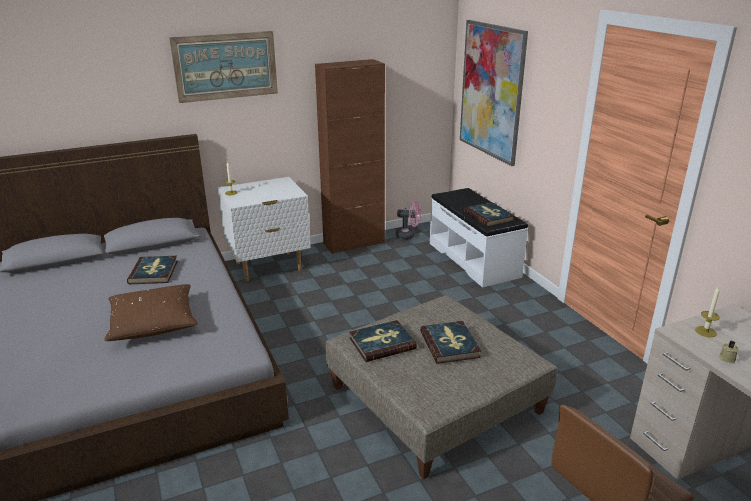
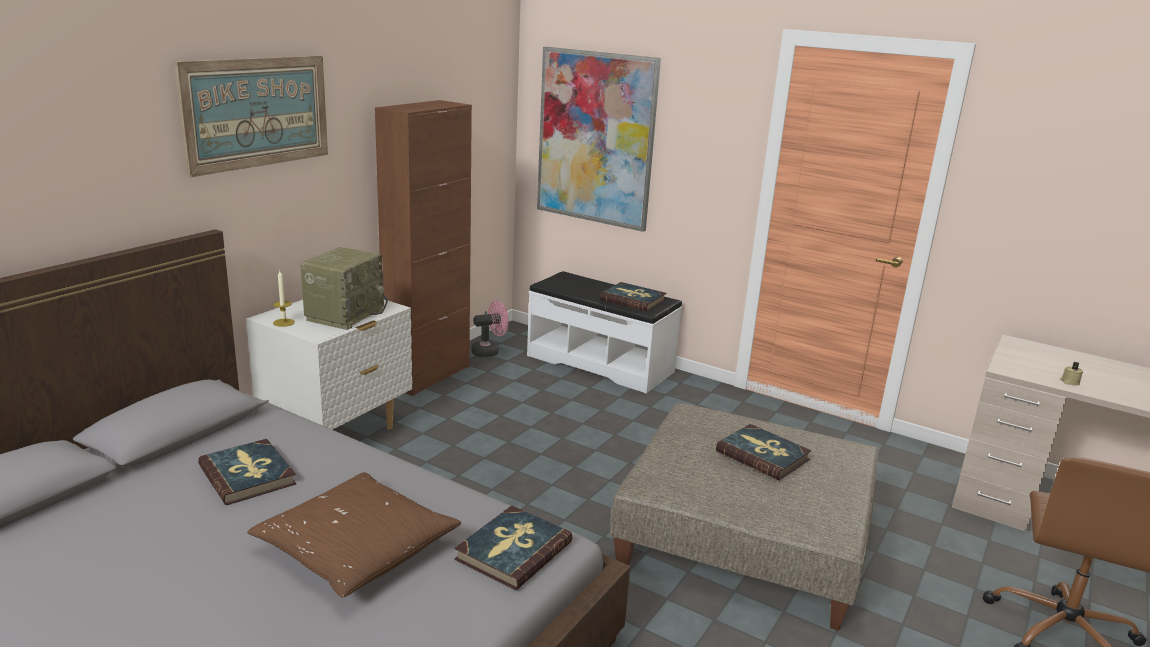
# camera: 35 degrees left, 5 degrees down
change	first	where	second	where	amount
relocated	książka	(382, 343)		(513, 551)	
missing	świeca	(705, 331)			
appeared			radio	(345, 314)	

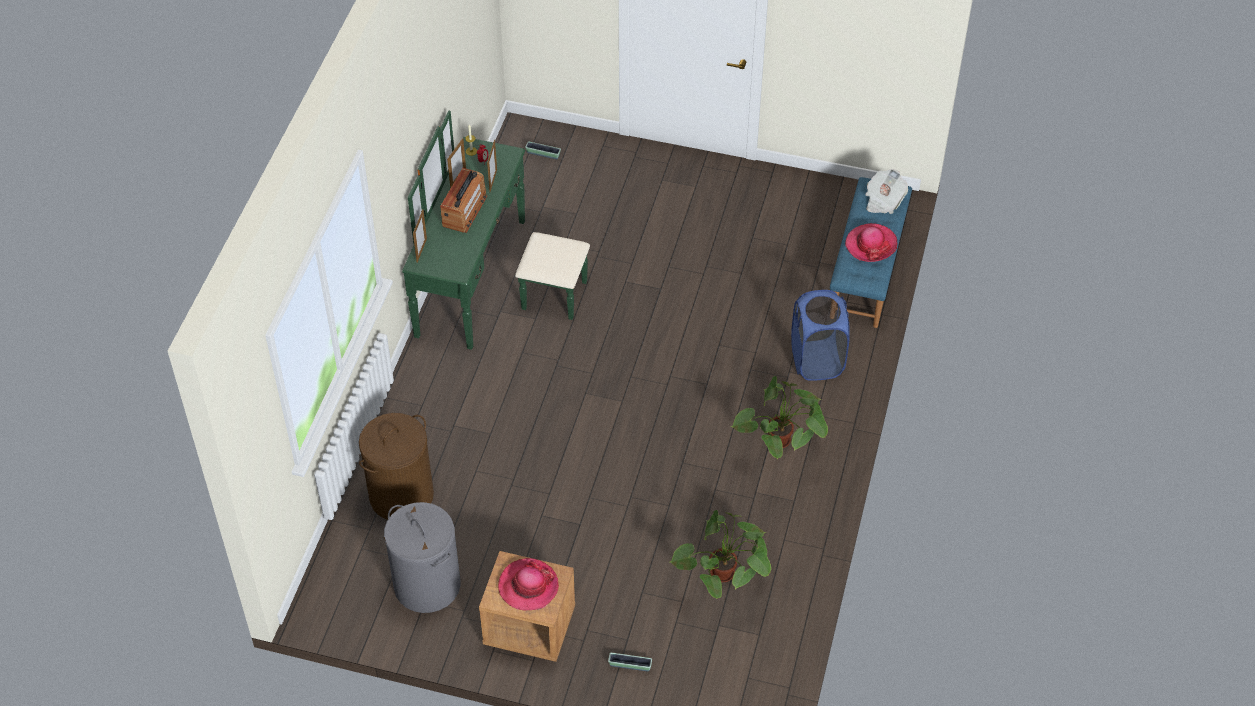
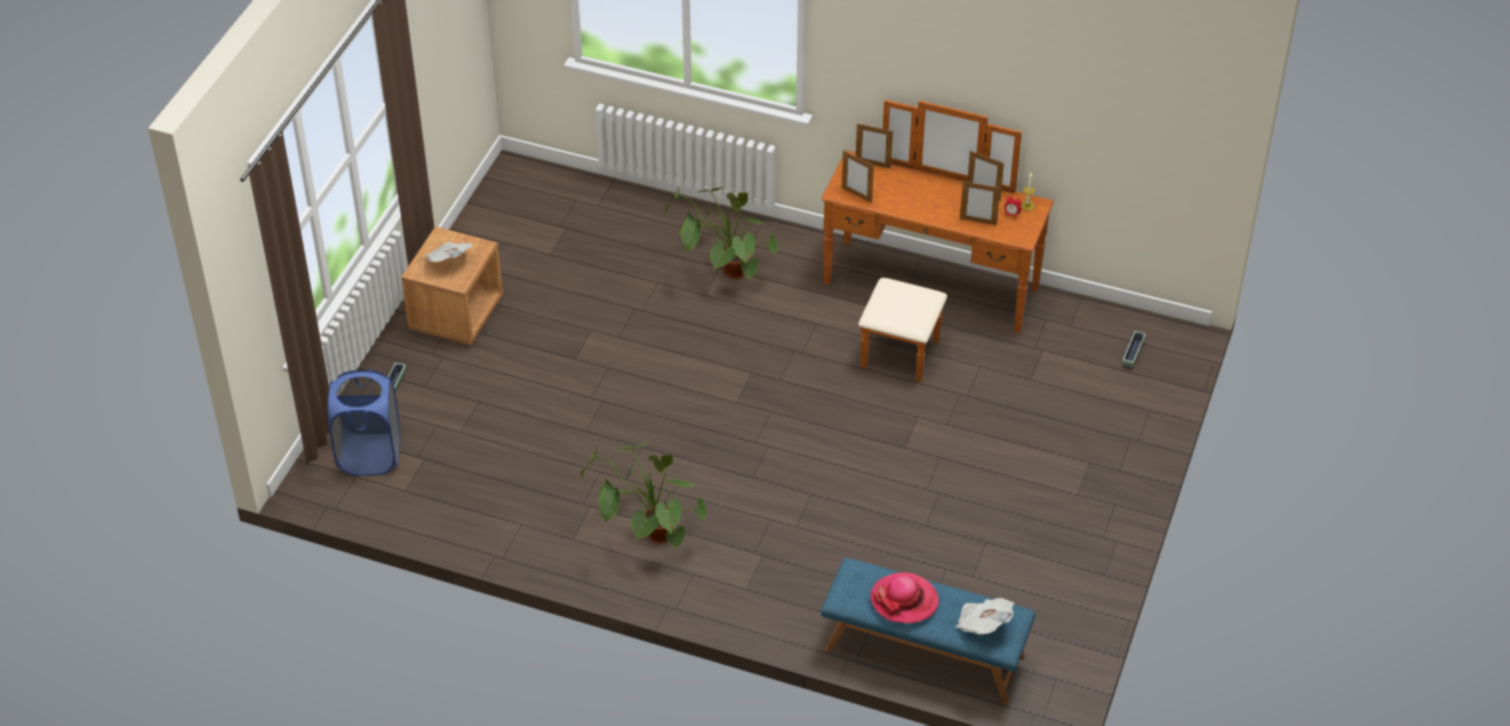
# camera: 95 degrees right, 5 degrees down
change	first	where	second	where	amount
missing	kosz na pranie/brązowy	(401, 495)			
missing	kosz na pranie/szary	(426, 585)			
colour	komoda/zielony	(490, 281)	komoda/brązowy	(925, 301)	
missing	radio	(464, 211)			
exchanged	kapelusz	(528, 586)	gazeta	(450, 260)	
relocated	roślina doniczkowa	(725, 583)		(722, 272)	
relocated	kosz na pranie/niebieski	(817, 361)		(369, 455)	
appeared			ramka na zdjęcie	(856, 195)	

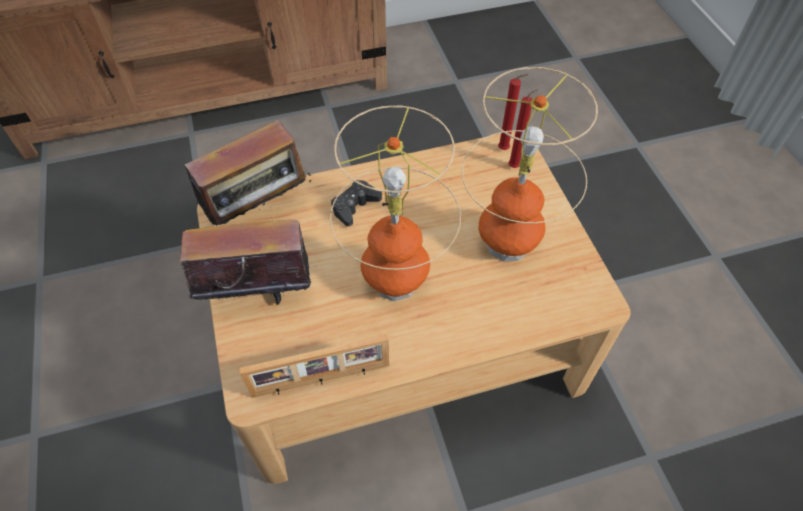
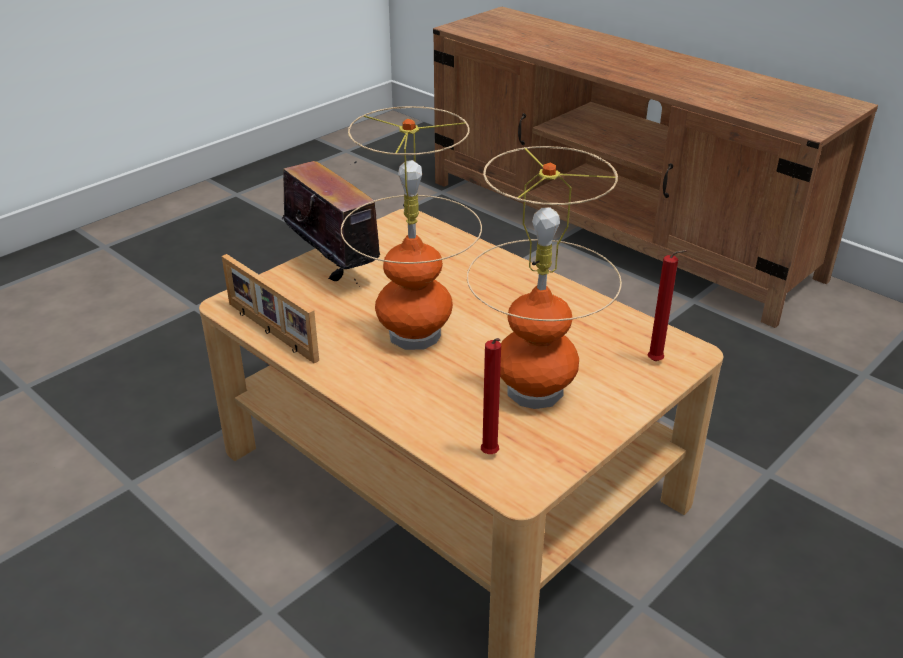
# camera: 60 degrees right, 20 degrees down
change	first	where	second	where	amount
missing	radio	(260, 211)			
missing	pad do gier/czarny	(355, 206)			
relocated	świeca/czerwony	(505, 149)		(490, 456)	

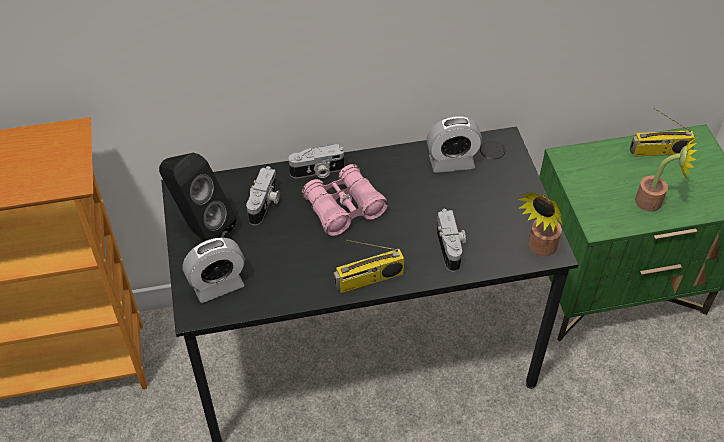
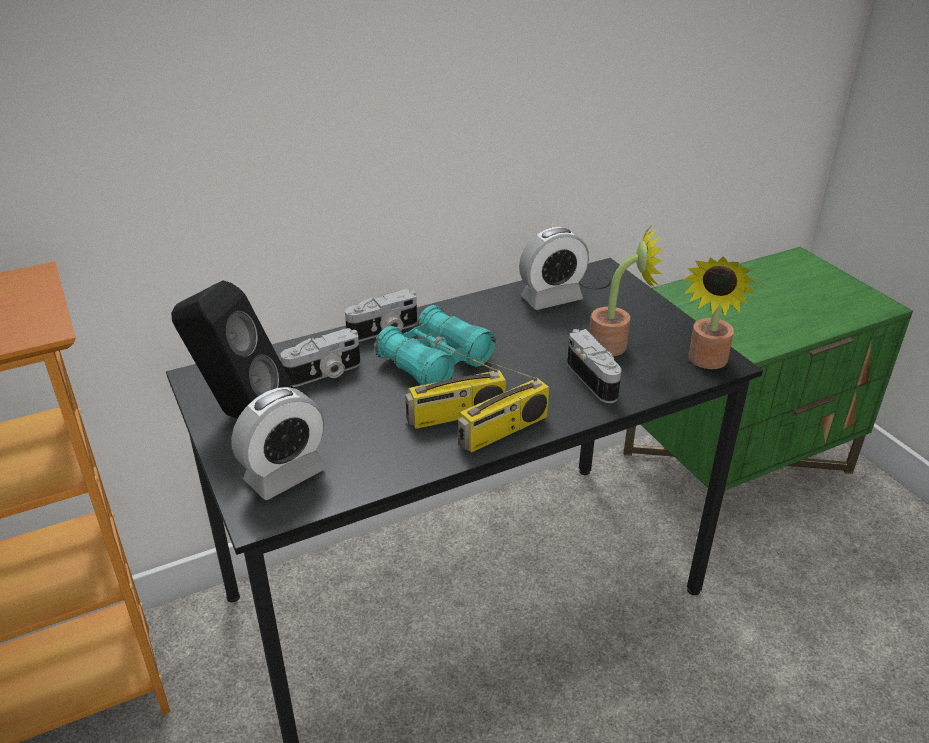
# camera: 15 degrees left, 15 degrees down
change	first	where	second	where	amount
spun	aparat fotograficzny	(265, 204)		(324, 374)	60 degrees clockwise
colour	lornetka/różowy	(344, 208)	lornetka/turkusowy	(435, 362)	
relocated	radio	(658, 152)		(456, 415)	
relocated	roślina doniczkowa	(654, 202)		(616, 345)	

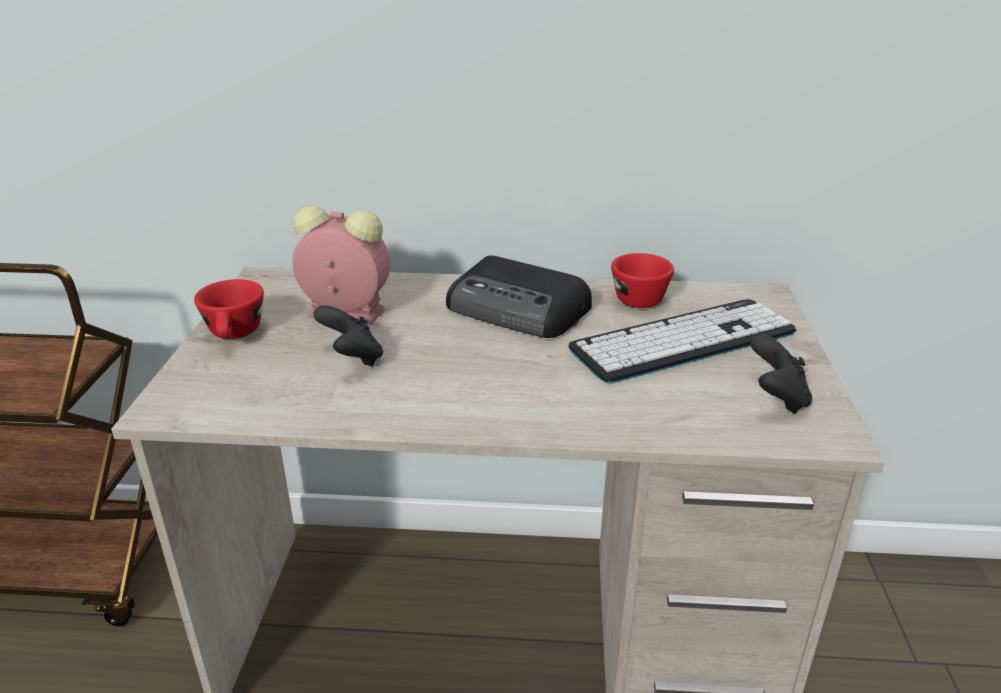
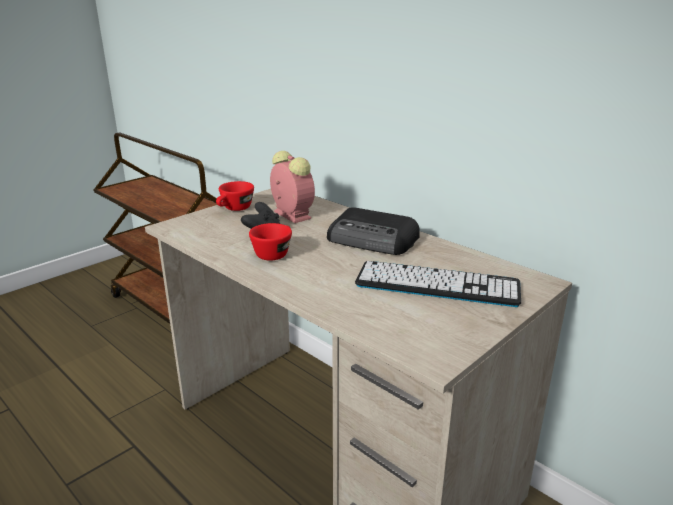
# camera: 40 degrees right, 5 degrees down
change	first	where	second	where	amount
spun	radio	(519, 310)		(373, 240)	45 degrees counterclockwise
relocated	filiżanka/czerwony	(634, 297)		(274, 253)	
missing	pad do gier/czarny	(776, 397)			

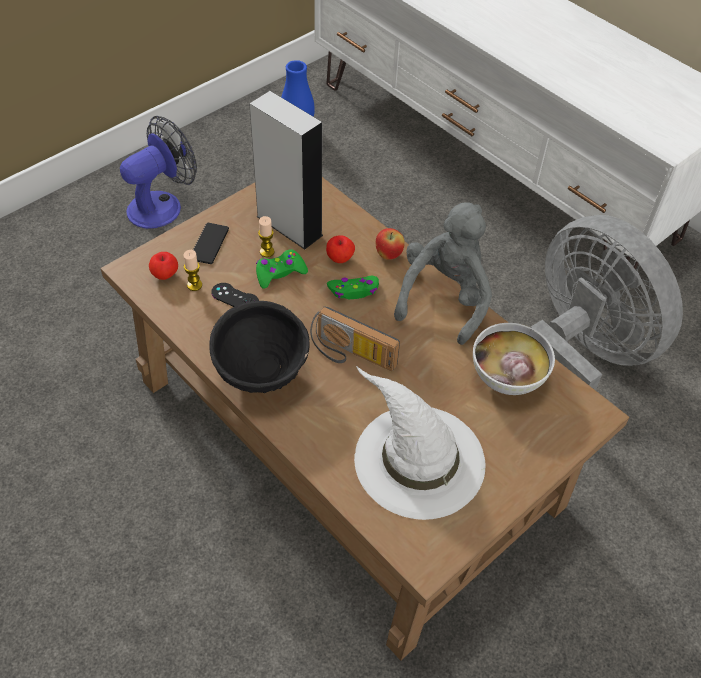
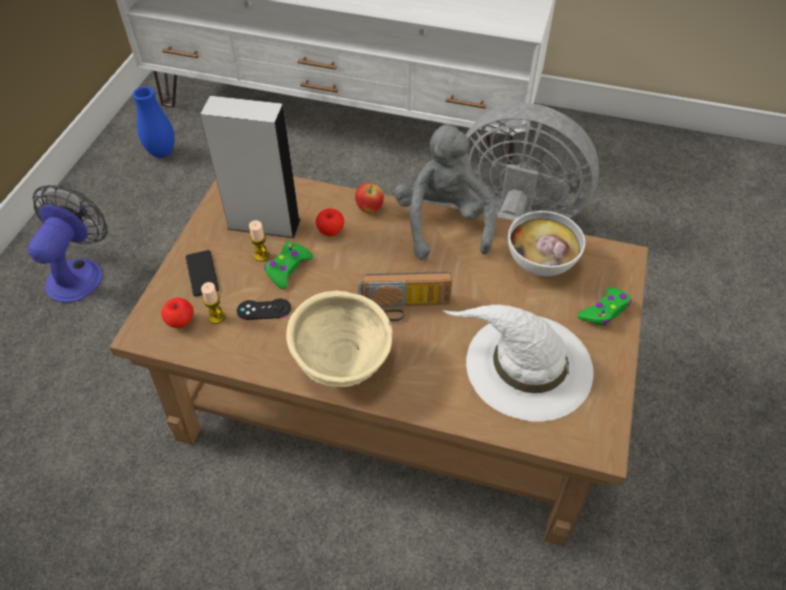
# camera: 30 degrees left, 0 degrees up
change	first	where	second	where	amount
colour	miska/czarny	(261, 375)	miska/beżowy	(342, 366)	
relocated	pad do gier/zielony	(354, 291)		(604, 311)	

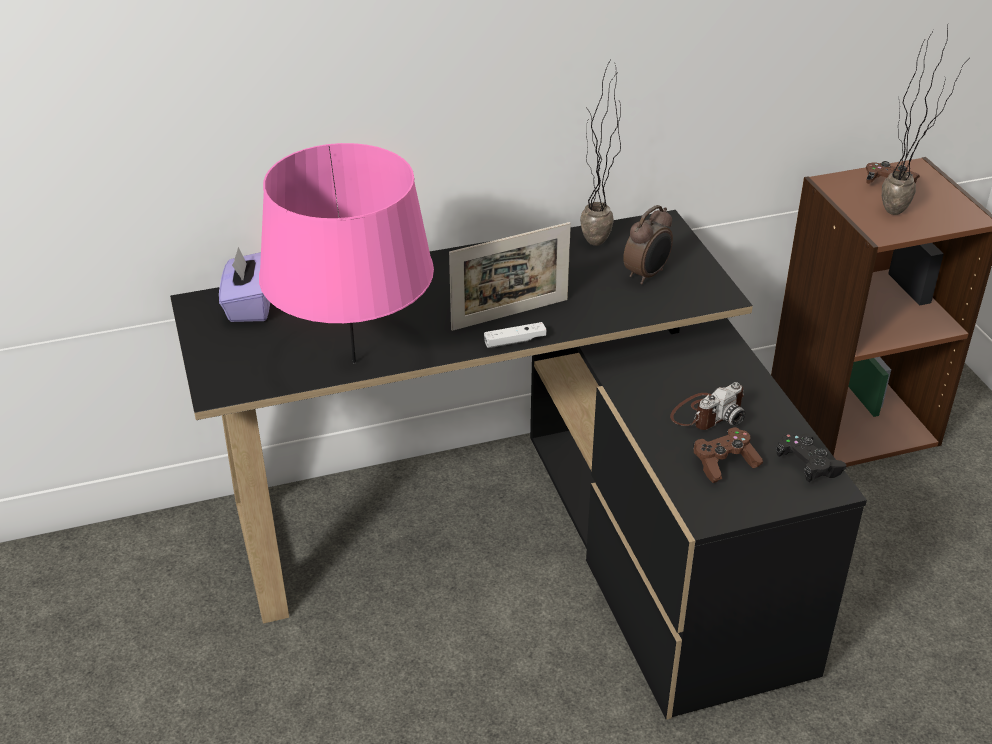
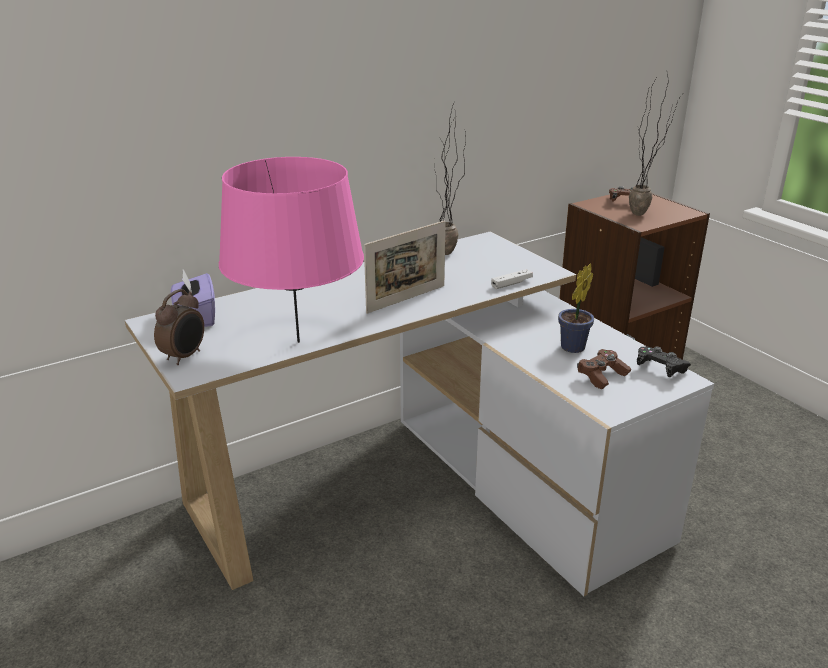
# camera: 15 degrees left, 10 degrees down
change	first	where	second	where	amount
colour	biurko/czarny	(528, 540)	biurko/biały	(425, 489)	
relocated	pad do gier/biały	(515, 341)		(511, 283)	
relocated	budzik	(647, 275)		(185, 356)	
exchanged	aparat fotograficzny	(707, 414)	roślina doniczkowa	(571, 348)	

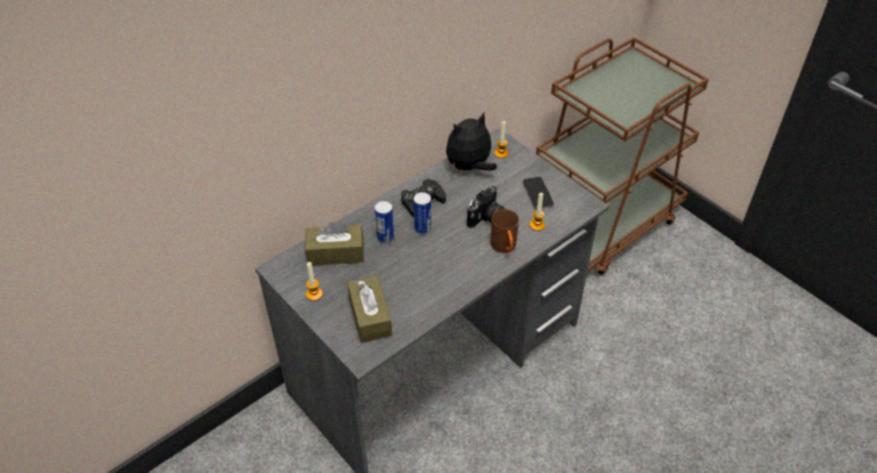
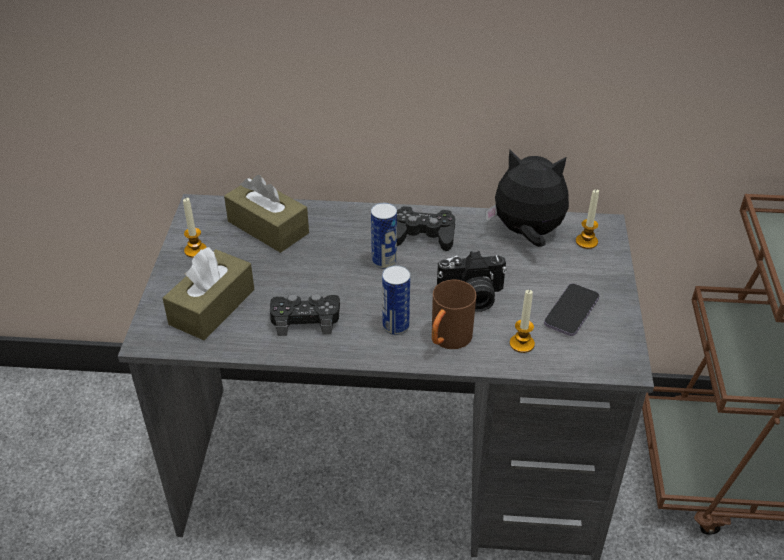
# camera: 45 degrees right, 5 degrees down
change	first	where	second	where	amount
relocated	puszka	(385, 238)		(396, 326)	
appeared			pad do gier/czarny	(305, 319)	

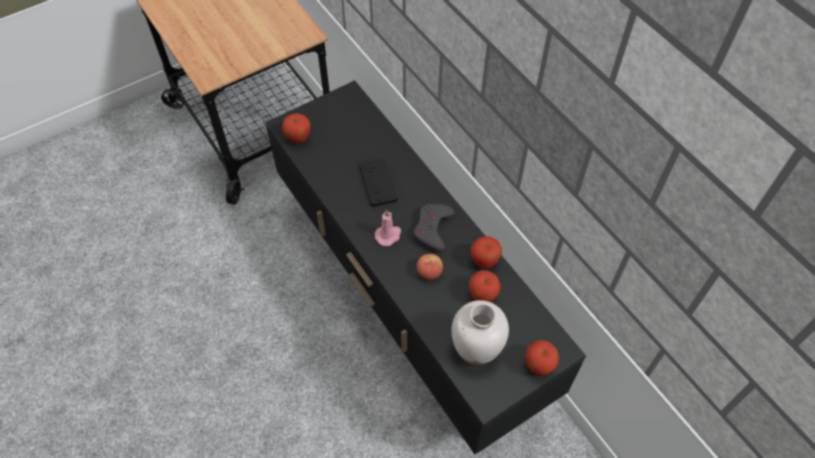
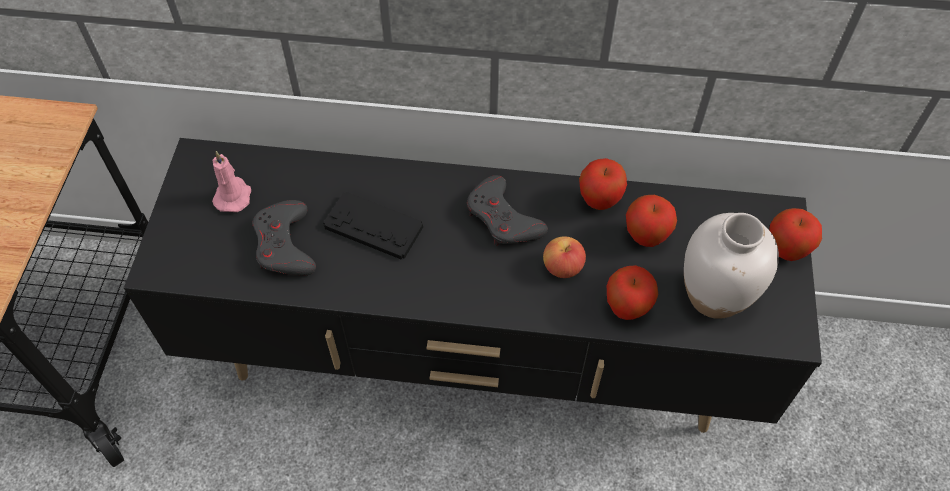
# camera: 50 degrees left, 0 degrees up
change	first	where	second	where	amount
relocated	jabłko	(298, 138)		(626, 308)	
relocated	świeca/różowy	(388, 235)		(233, 195)	
appeared			pad do gier/szary	(285, 245)	

